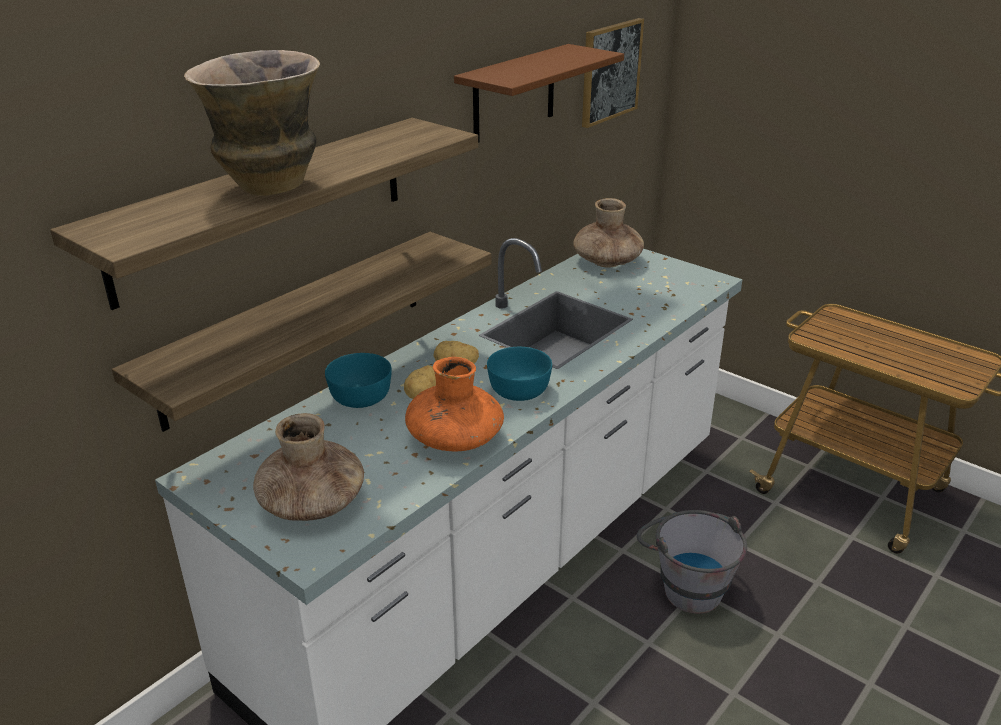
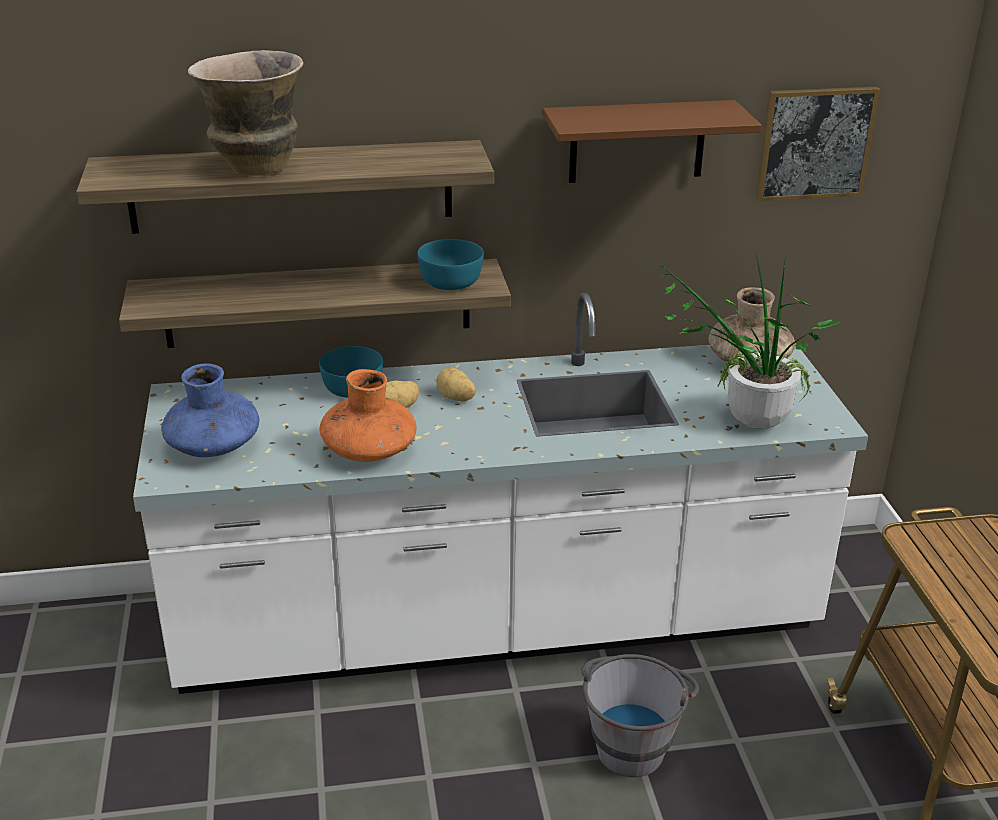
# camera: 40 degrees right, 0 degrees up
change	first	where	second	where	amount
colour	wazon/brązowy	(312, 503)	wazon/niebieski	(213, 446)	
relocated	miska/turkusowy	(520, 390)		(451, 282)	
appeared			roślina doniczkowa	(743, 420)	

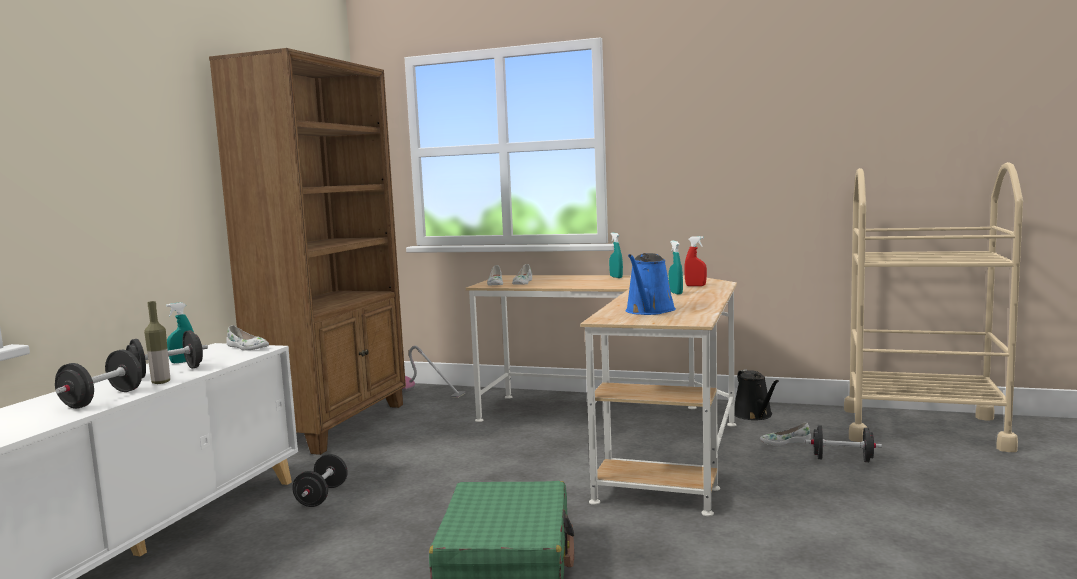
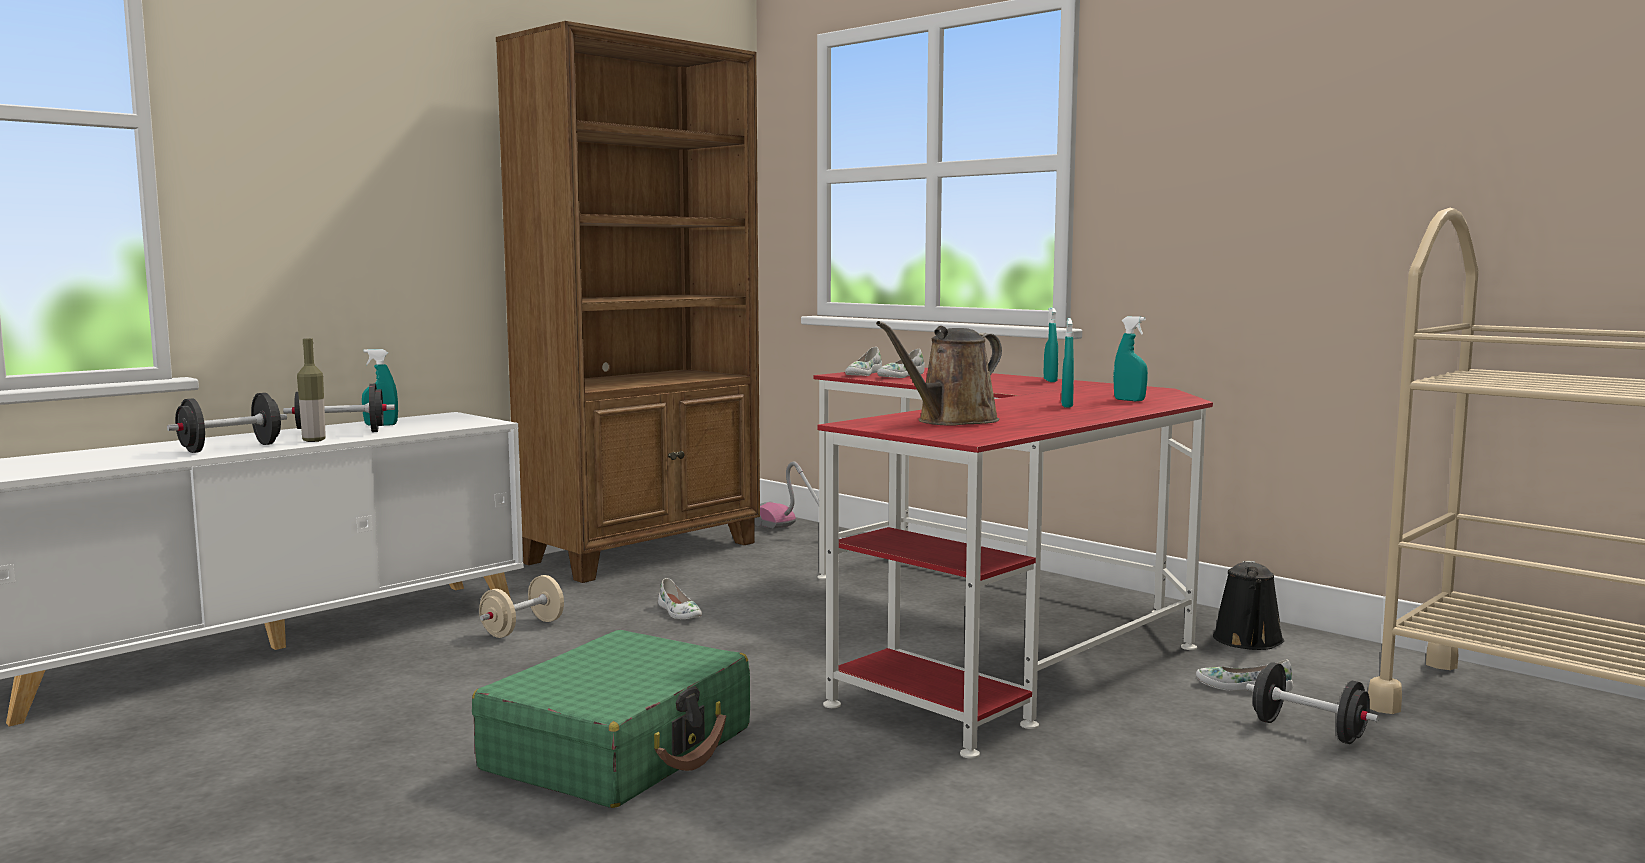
# camera: 25 degrees right, 0 degrees up
change	first	where	second	where	amount
relocated	but/biały	(247, 347)		(678, 612)	
colour	hantel/czarny	(322, 496)	hantel/beżowy	(523, 628)	
colour	biurko/beżowy	(623, 434)	biurko/czerwony	(998, 630)	
colour	konewka/niebieski	(649, 311)	konewka/brązowy	(951, 421)	
colour	spryskiwacz/czerwony	(695, 286)	spryskiwacz/turkusowy	(1129, 400)	

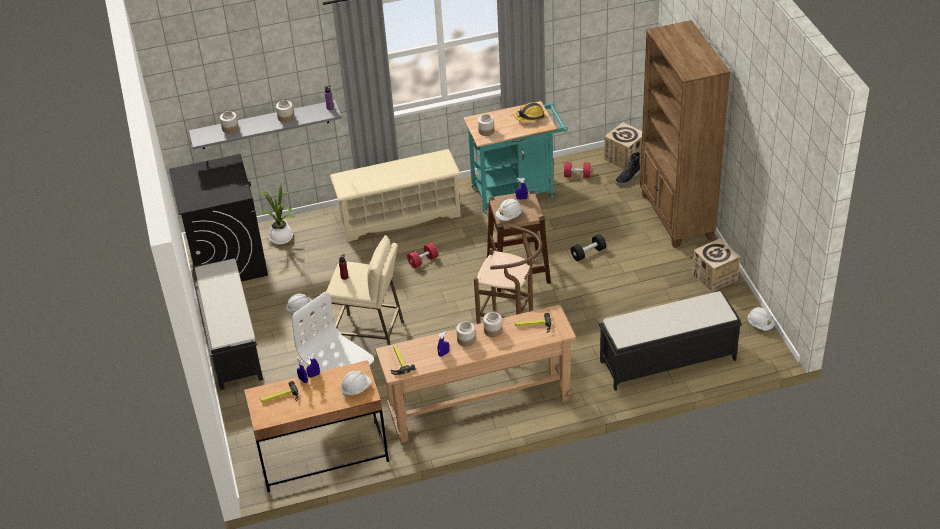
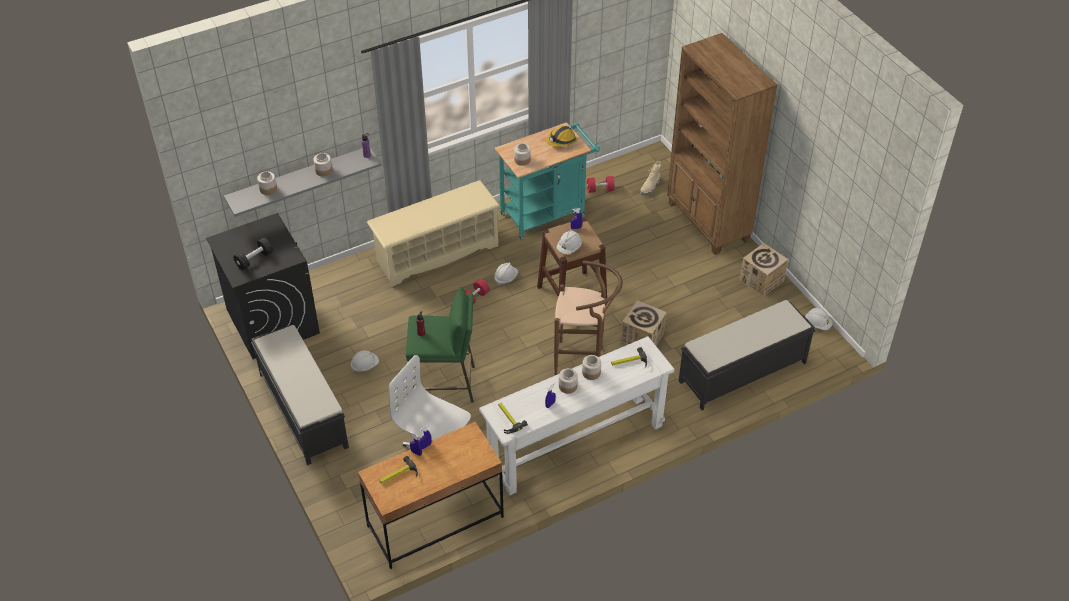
# camera: 15 degrees left, 5 degrees up
change	first	where	second	where	amount
missing	roślina doniczkowa	(282, 238)			
colour	stołek/beżowy	(370, 335)	stołek/zielony	(444, 384)	
relocated	kask/biały	(356, 388)		(506, 278)	
colour	stolik konsolowy/brązowy	(479, 405)	stolik konsolowy/biały	(575, 444)	
relocated	hantel/czarny	(588, 253)		(254, 259)	
relocated	karton	(624, 157)		(642, 338)	
colour	but z cholewką/czarny	(628, 178)	but z cholewką/beżowy	(650, 187)	

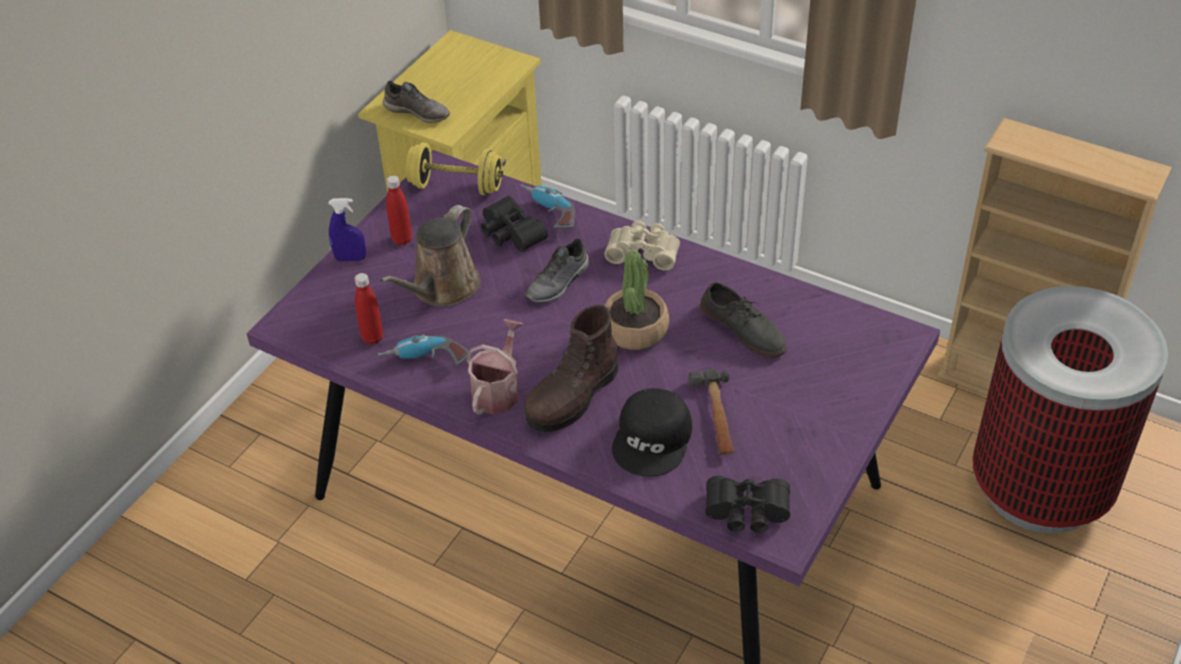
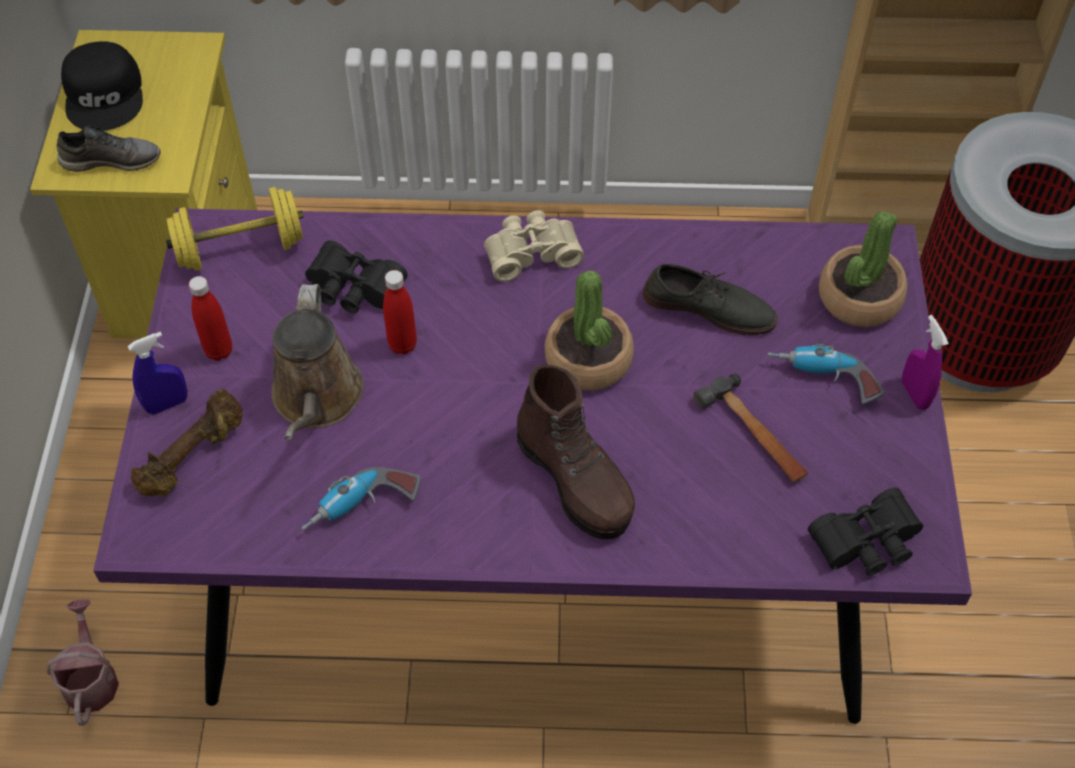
# camera: 30 degrees left, 10 degrees up
change	first	where	second	where	amount
relocated	butelka/czerwony	(372, 338)		(402, 345)	
relocated	konewka	(498, 390)		(91, 678)	
relocated	wiertarka	(547, 213)		(823, 380)	
spun	but z cholewką/brązowy	(573, 397)		(575, 480)	45 degrees counterclockwise
missing	but/szary	(559, 283)			
relocated	czapka z daszkiem/czarny	(653, 439)		(105, 95)	
appeared			hantel/brązowy	(193, 456)	
appeared			roślina doniczkowa	(859, 297)	
appeared			spryskiwacz/fioletowy	(914, 394)	

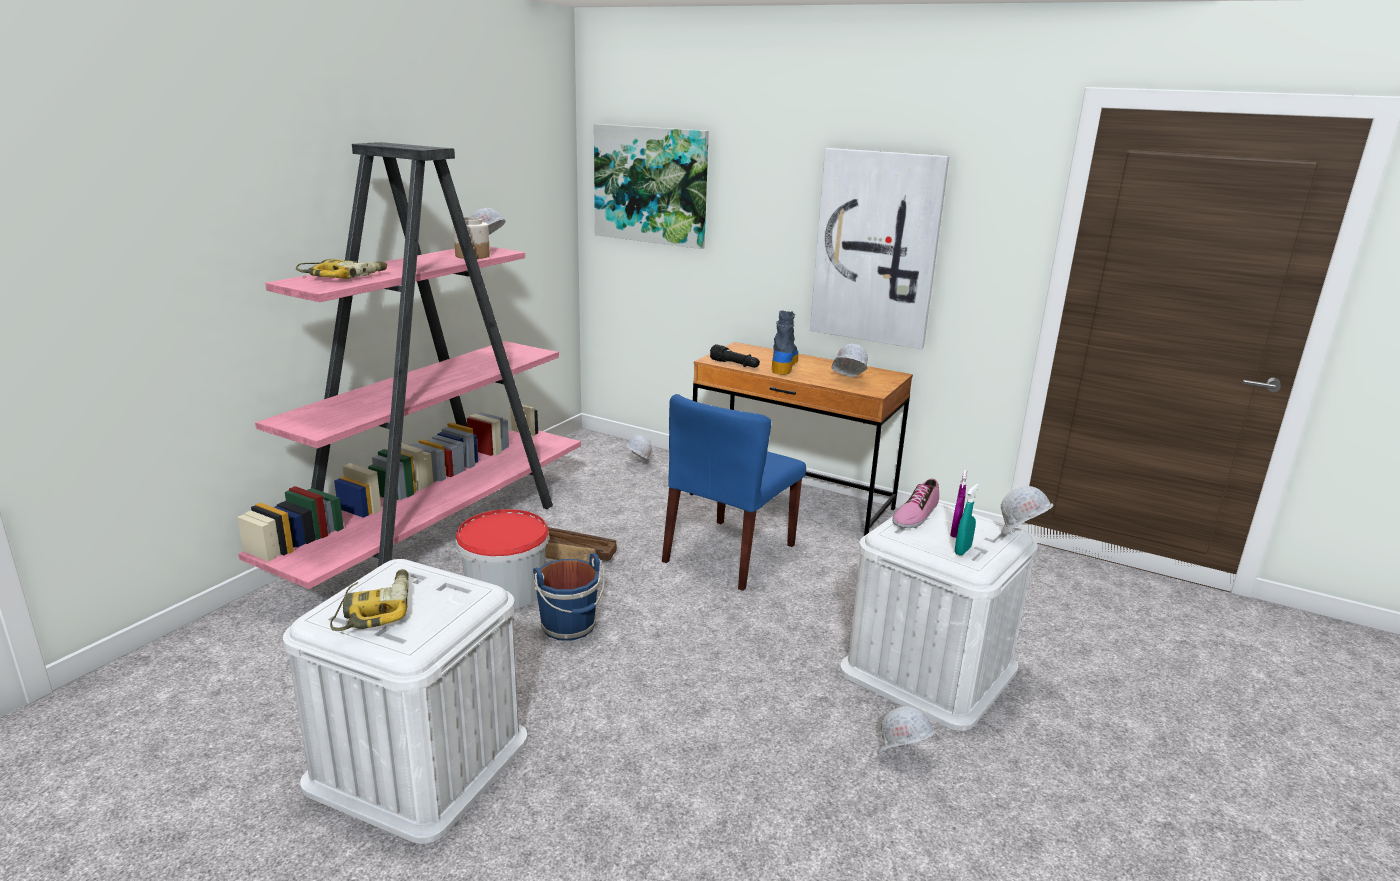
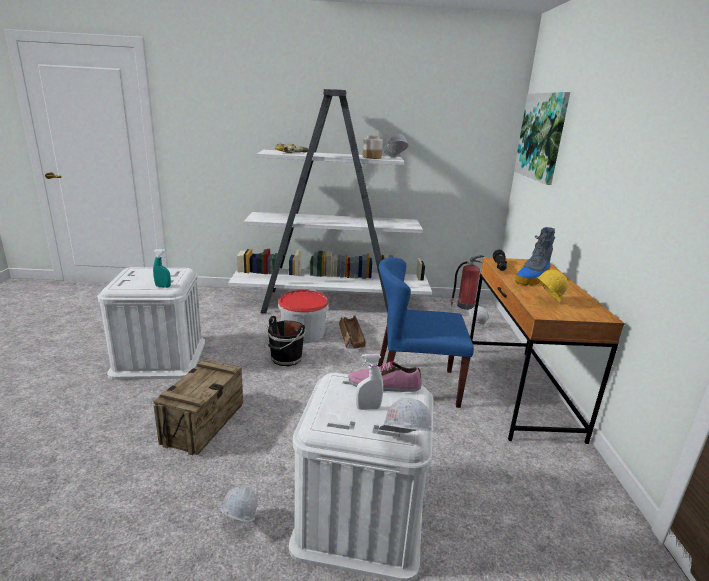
# camera: 60 degrees right, 0 degrees up
change	first	where	second	where	amount
colour	regał/różowy	(439, 535)	regał/biały	(331, 304)	
missing	wiertarka	(374, 609)			
colour	wiadro/niebieski	(570, 627)	wiadro/czarny	(286, 359)	
spun	but z cholewką	(783, 365)		(532, 278)	150 degrees clockwise
missing	obraz	(876, 248)			
colour	kask/biały	(847, 380)	kask/żółty	(546, 301)	
colour	spryskiwacz/fioletowy	(955, 533)	spryskiwacz/biały	(368, 408)	
relocated	spryskiwacz/turkusowy	(962, 550)		(163, 286)	
appeared			skrzynka	(203, 423)	
appeared			gaśnica	(464, 306)	

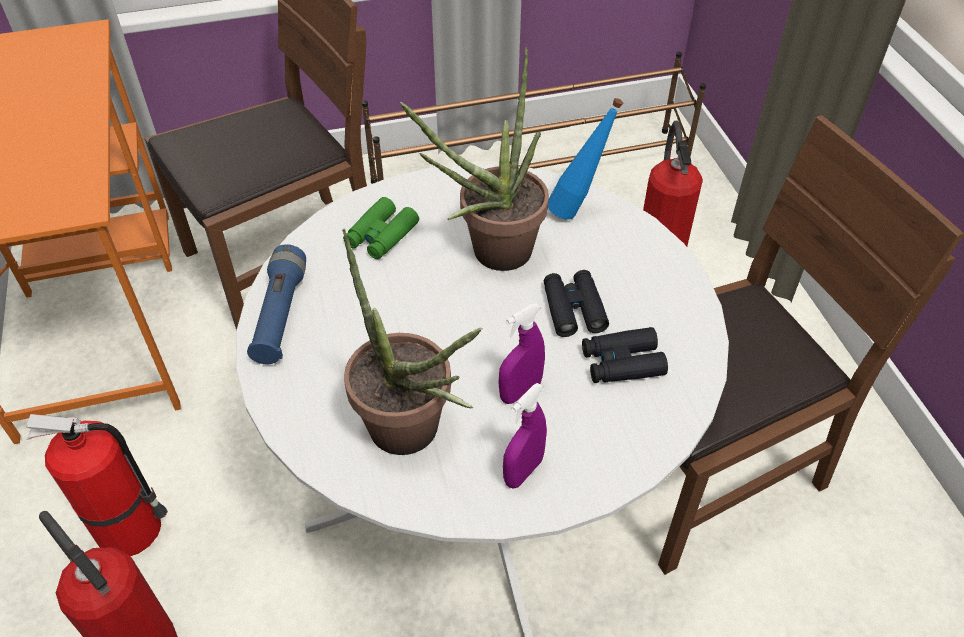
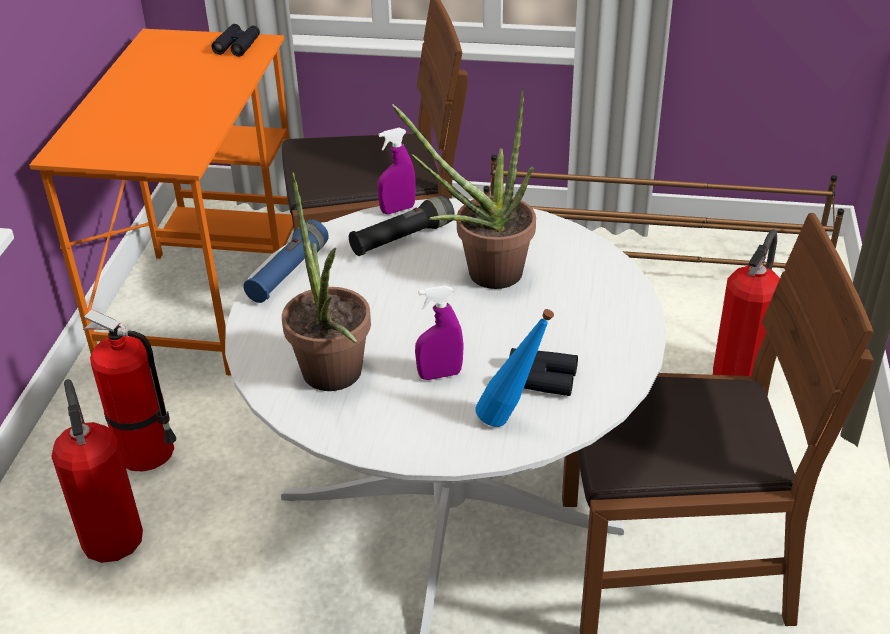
# camera: 25 degrees right, 10 degrees down
change	first	where	second	where	amount
exchanged	lornetka/zielony	(381, 235)	latarka/czarny	(402, 238)	
relocated	spryskiwacz/fioletowy	(523, 471)		(397, 209)	
relocated	lornetka/czarny	(573, 309)		(237, 46)	
relocated	butelka/niebieski	(578, 210)		(512, 419)	

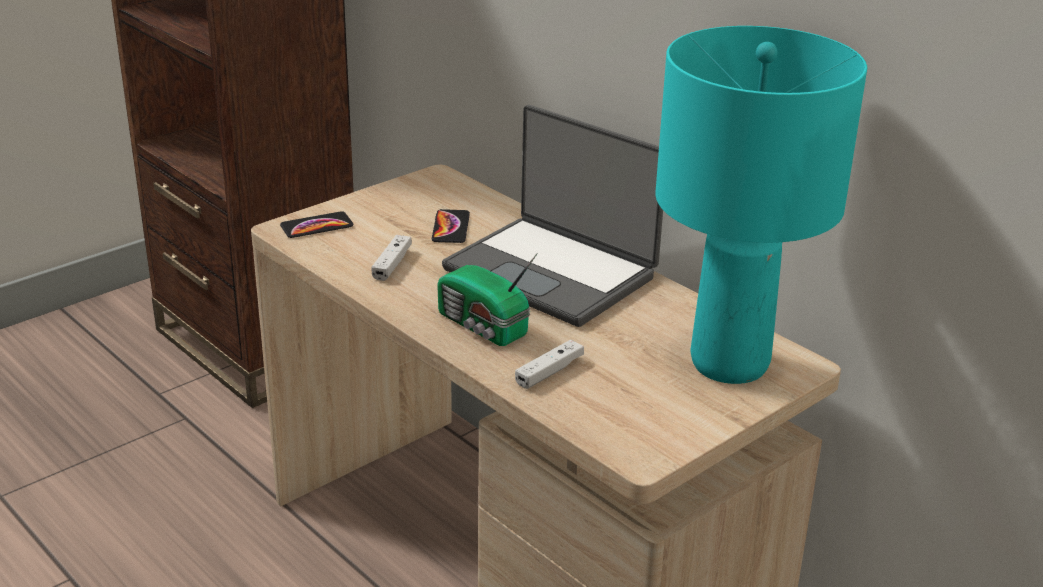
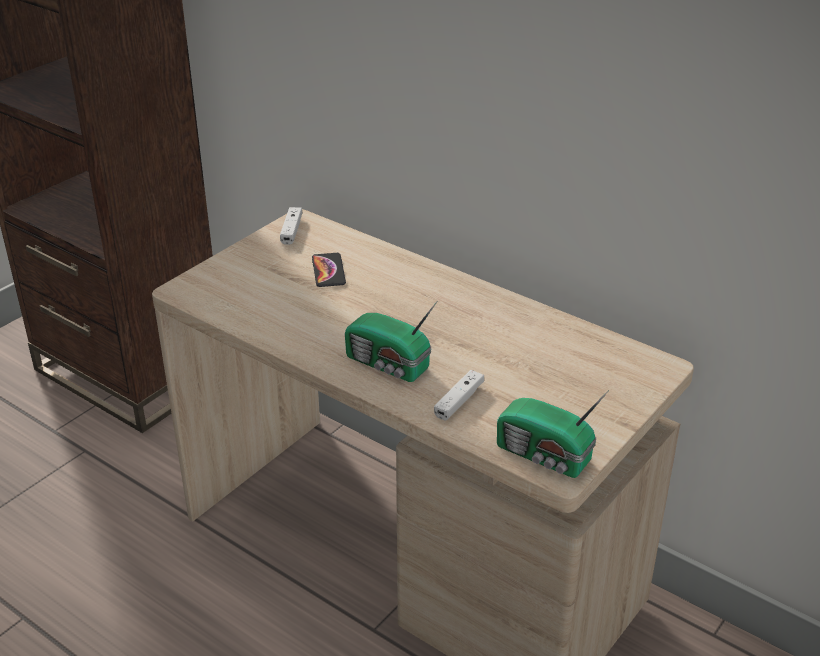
# camera: 10 degrees left, 5 degrees up
change	first	where	second	where	amount
missing	telefon	(317, 226)			
relocated	pad do gier/biały	(392, 264)		(291, 231)	
missing	laptop	(552, 272)			
missing	lampa stołowa/turkusowy	(731, 364)			
appeared			radio	(545, 456)	

